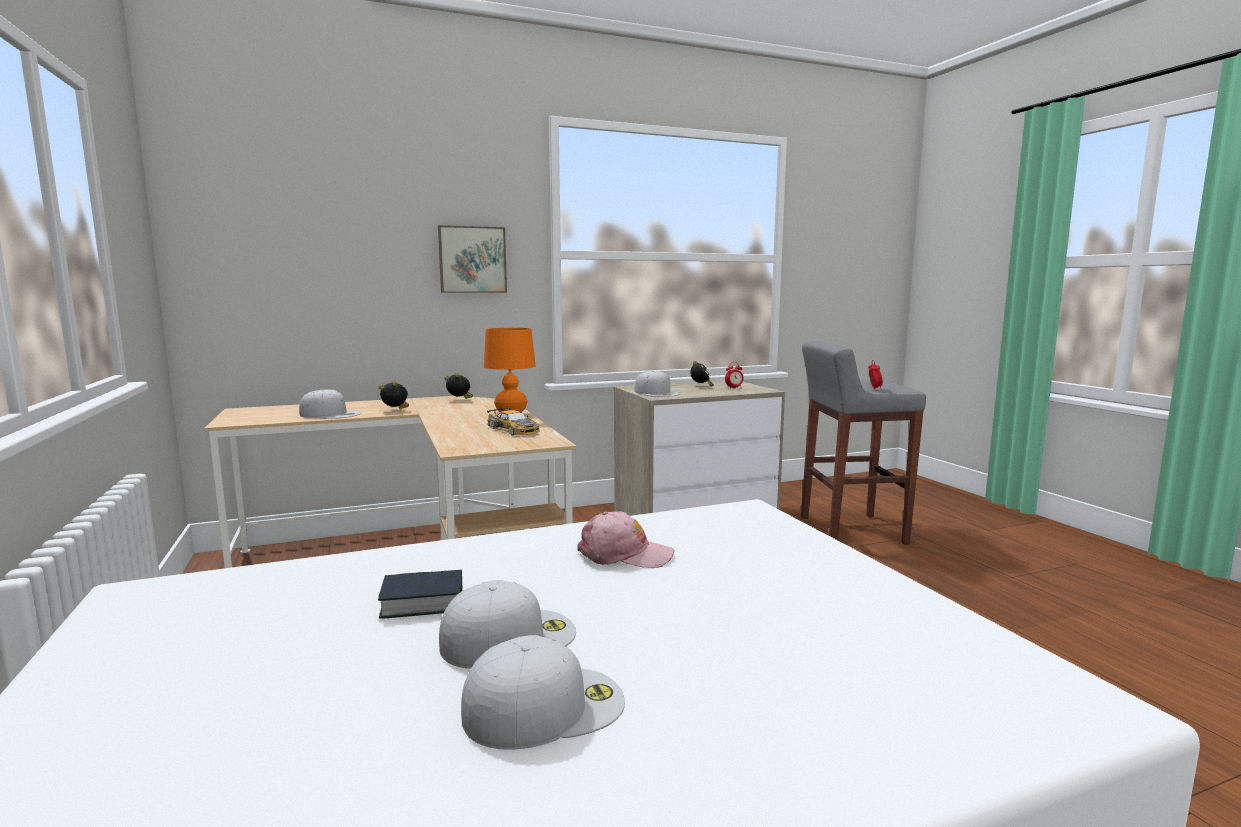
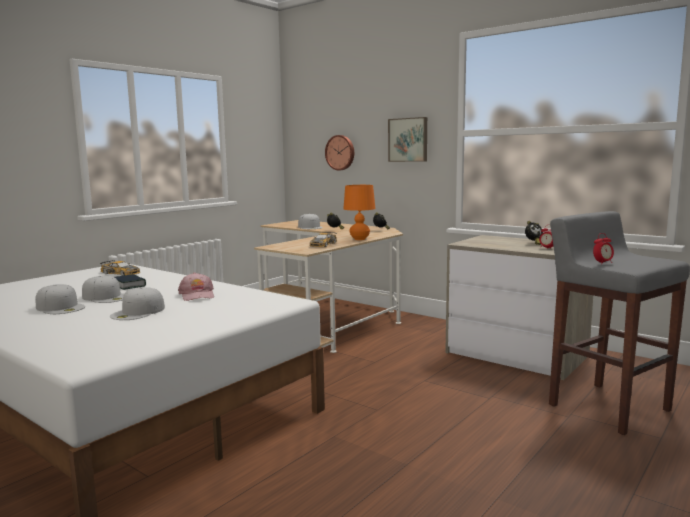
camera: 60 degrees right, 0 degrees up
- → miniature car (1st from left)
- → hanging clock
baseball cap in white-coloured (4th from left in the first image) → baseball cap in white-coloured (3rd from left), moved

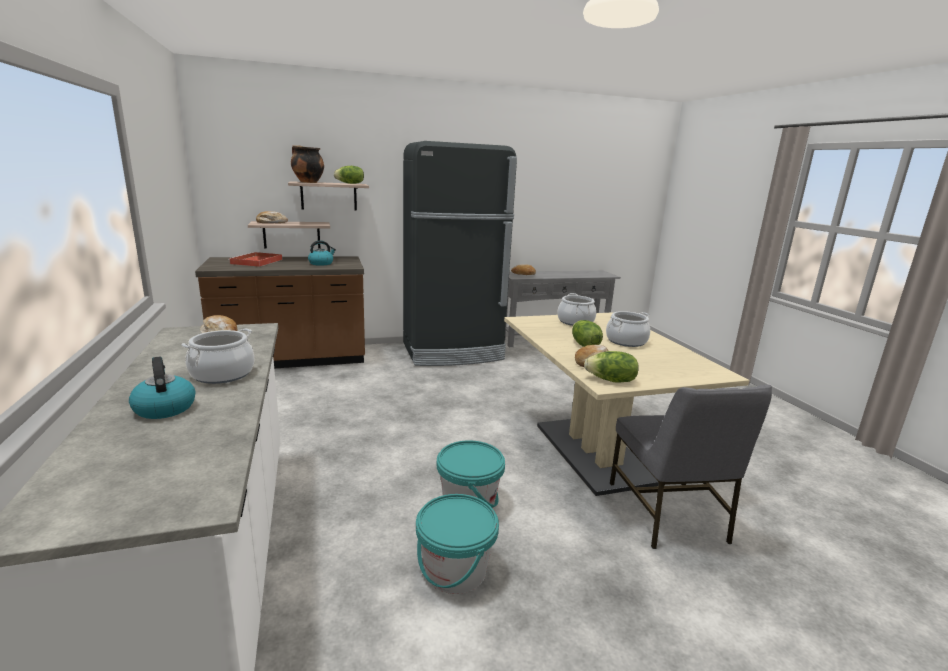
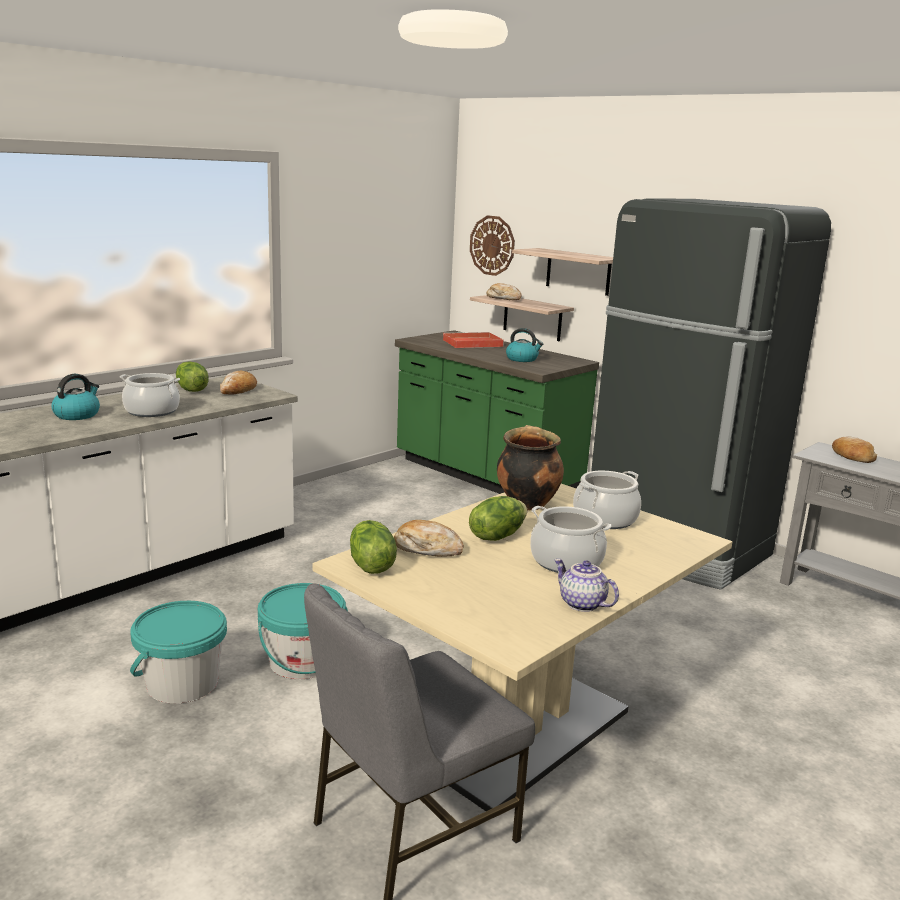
camera: 60 degrees right, 0 degrees up
- → hanging clock
- → tea pot
stockpot (2nd from left), moved
lettuce (1st from left), moved
counter in brownish → counter in green

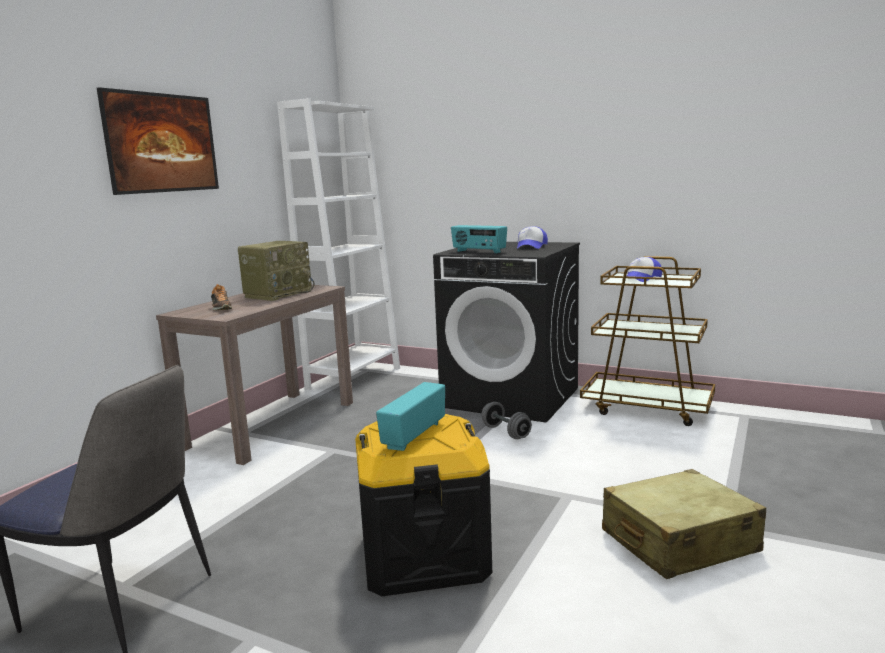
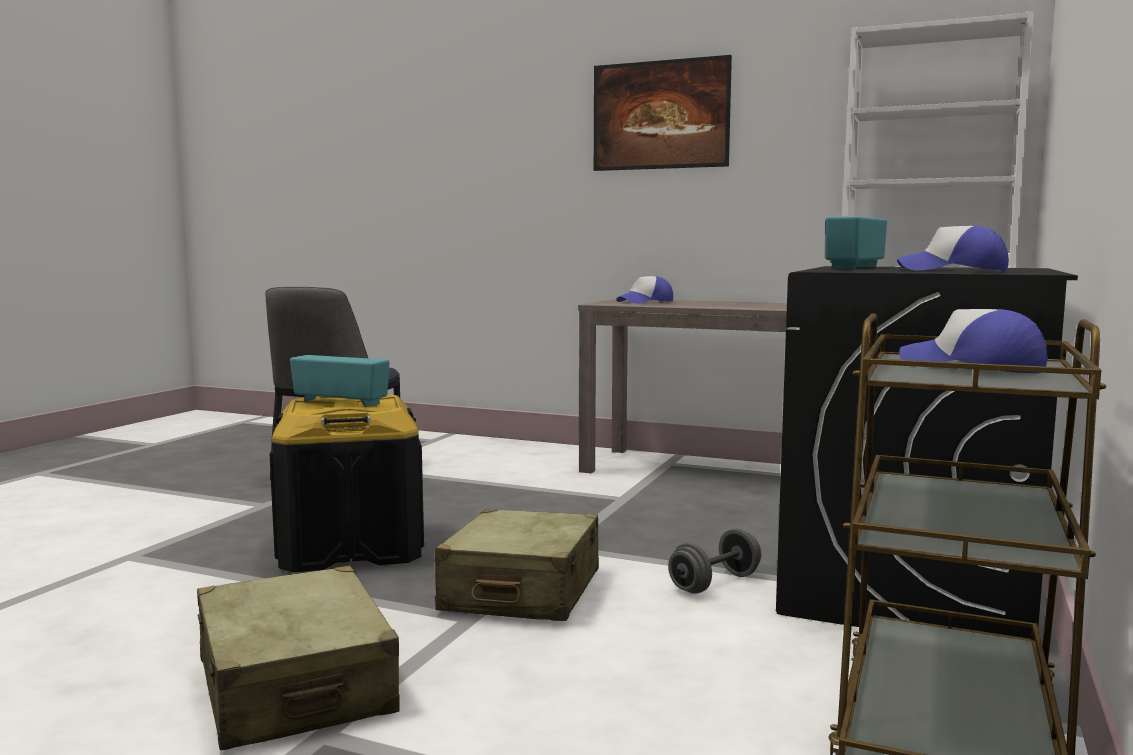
camera: 85 degrees right, 5 degrees down
radio receiver (1st from left) → -
- → piece of luggage in beige-coloured (2nd from left)
low shoe → baseball cap (1st from left)

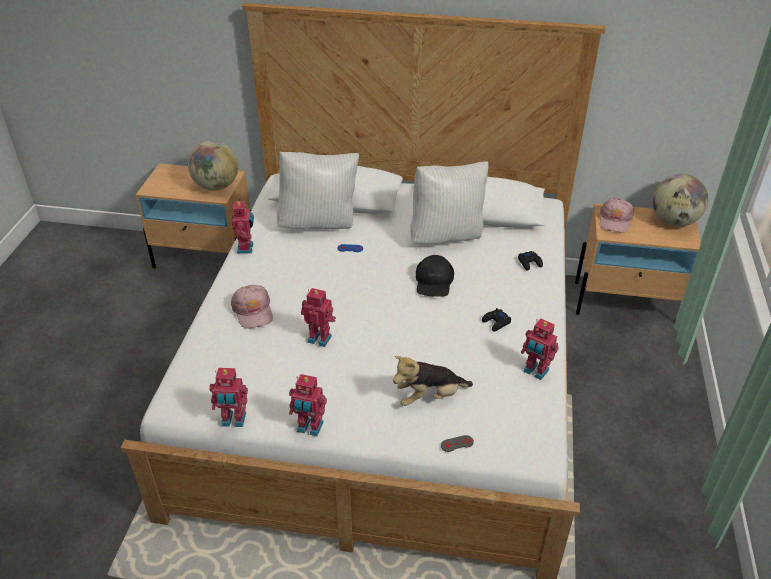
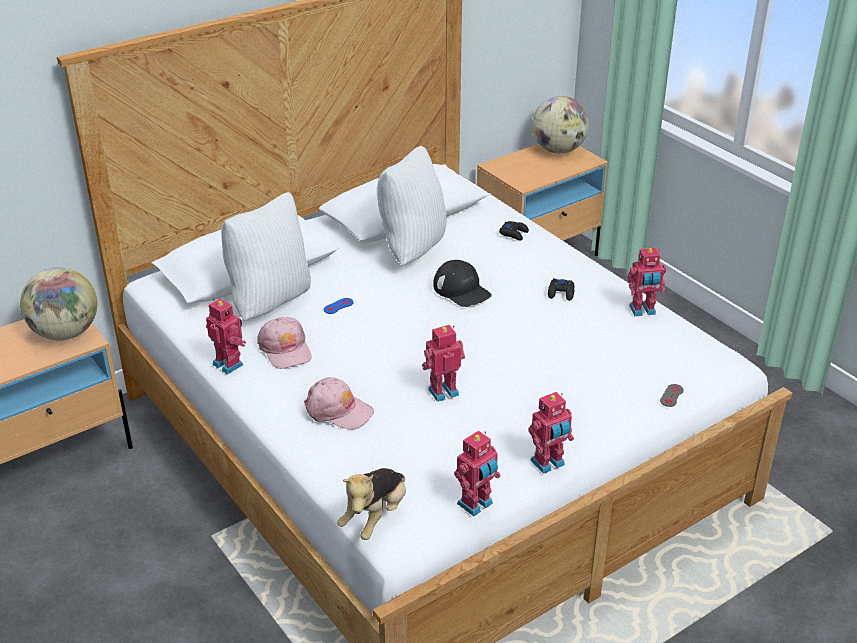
camera: 45 degrees left, 5 degrees down
cuddly toy, moved
baseball cap in pinkish (2nd from left in the first image) → baseball cap in pinkish (1st from left), moved

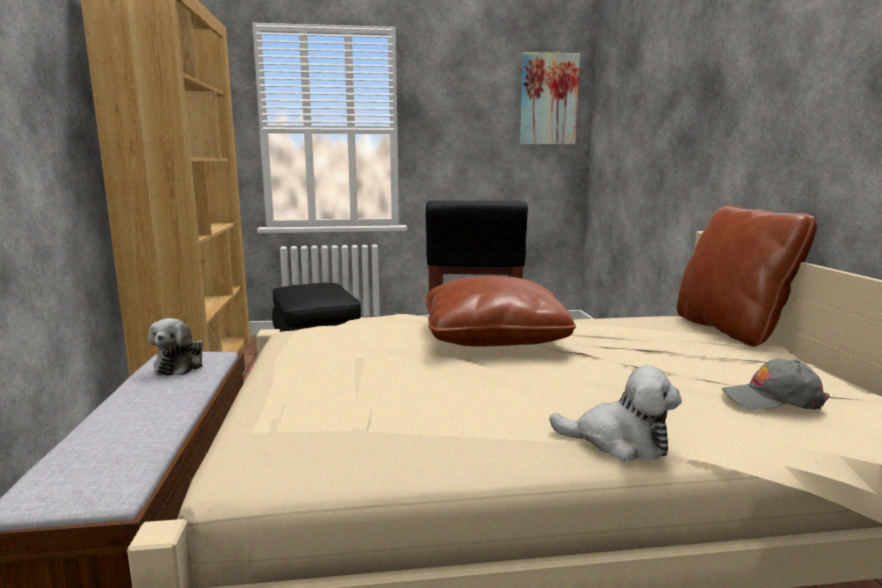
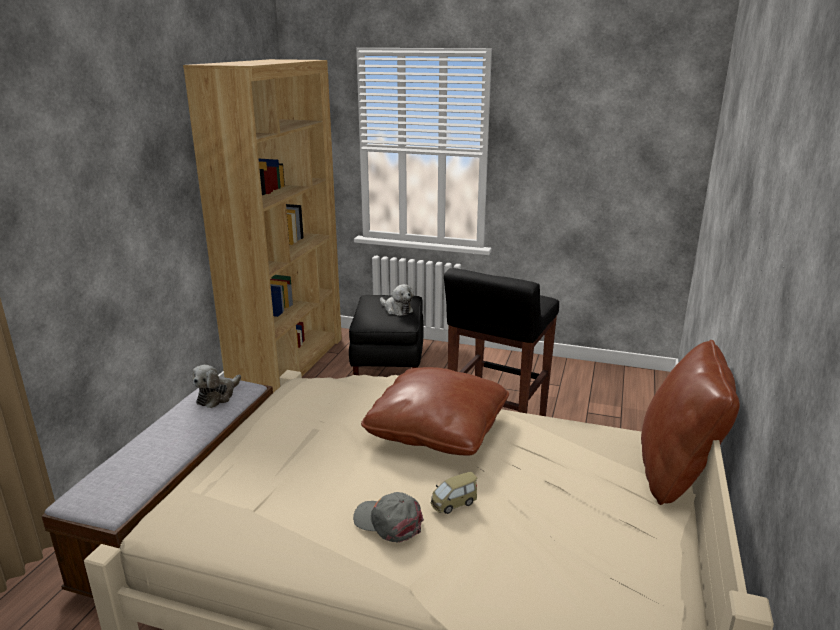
camera: 25 degrees right, 10 degrees up
wall art → -
- → miniature car
cuddly toy (2nd from left), moved
baseball cap in grey, moved

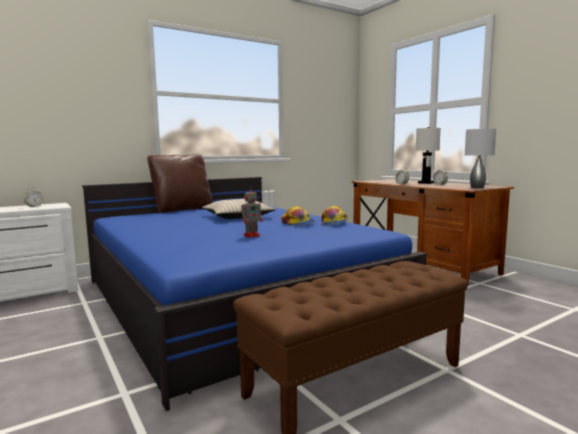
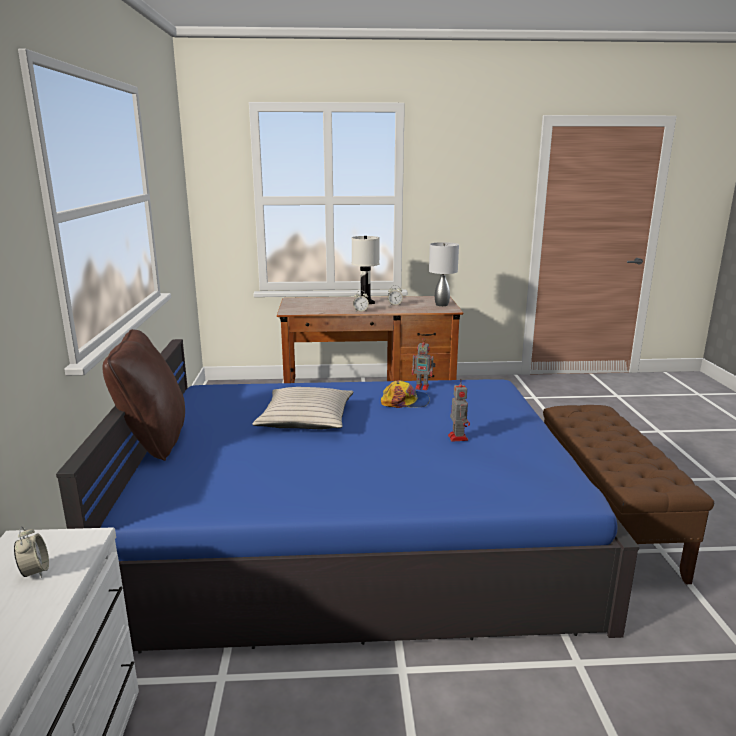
camera: 60 degrees left, 10 degrees up
baseball cap (2nd from left) → toy robot (1st from left)

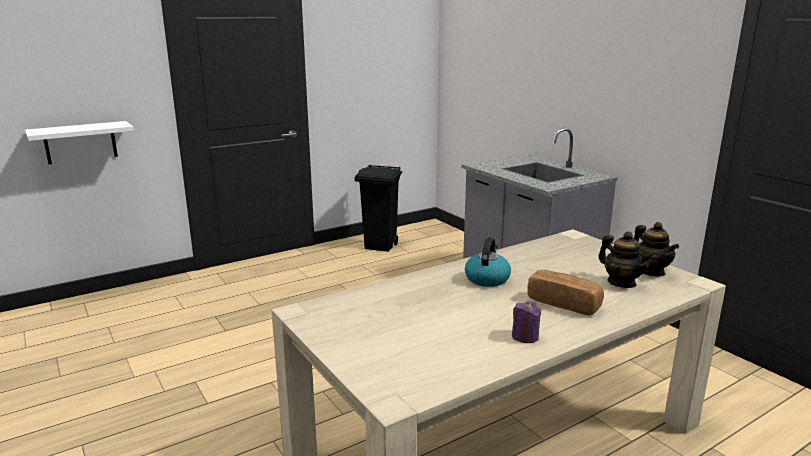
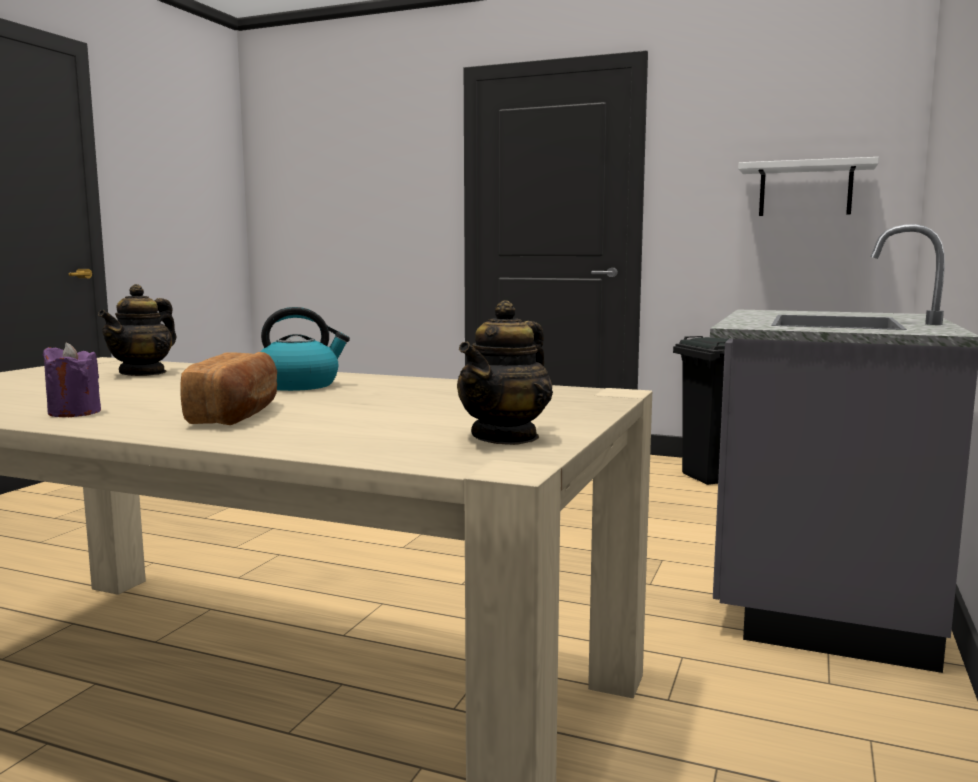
camera: 55 degrees right, 10 degrees down
bracket shelf in white-coloured, moved
tea pot (1st from left), moved

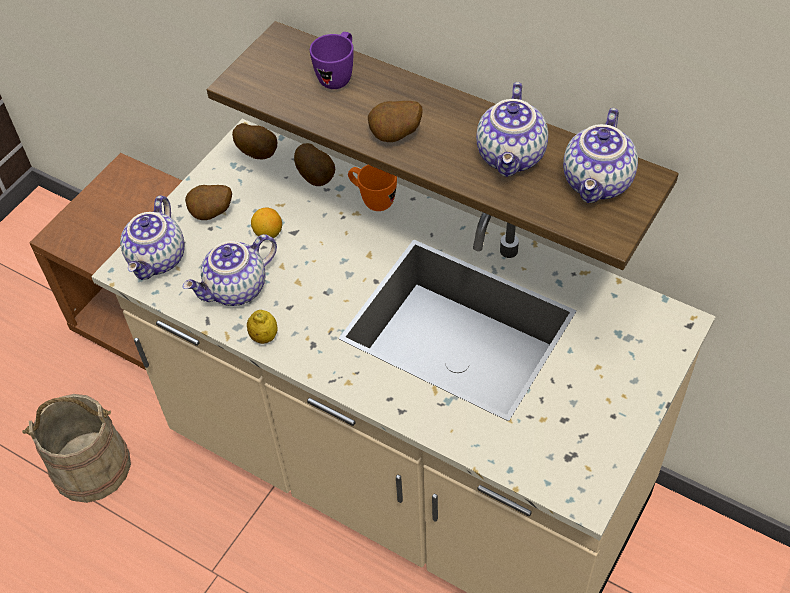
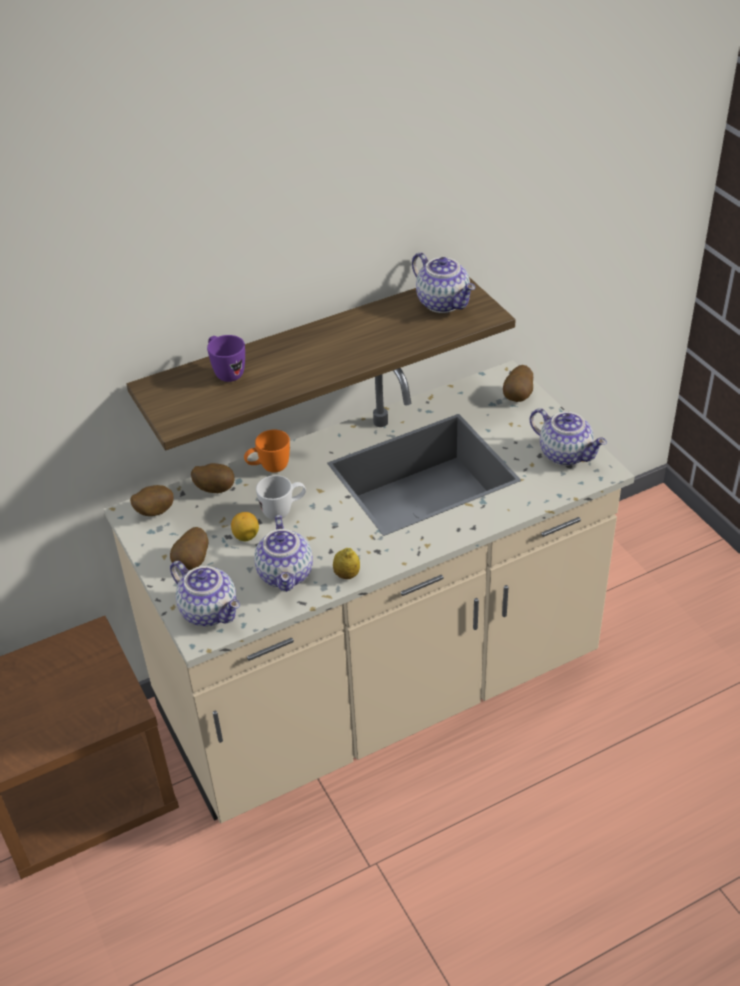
camera: 60 degrees left, 10 degrees down
bucket in beige-coloured → -
- → tea mug in white-coloured
spud (4th from left), moved
tea pot (3rd from left in the first image) → tea pot (4th from left), moved

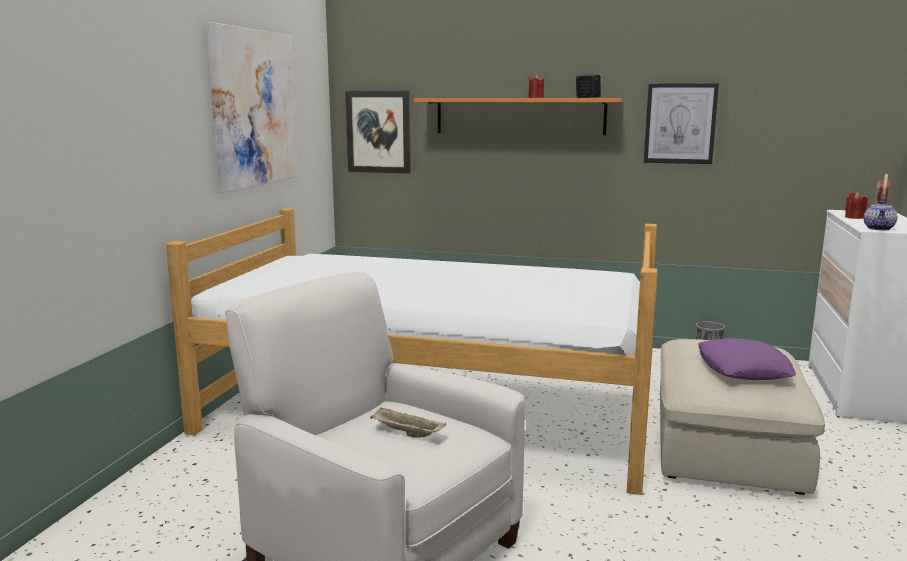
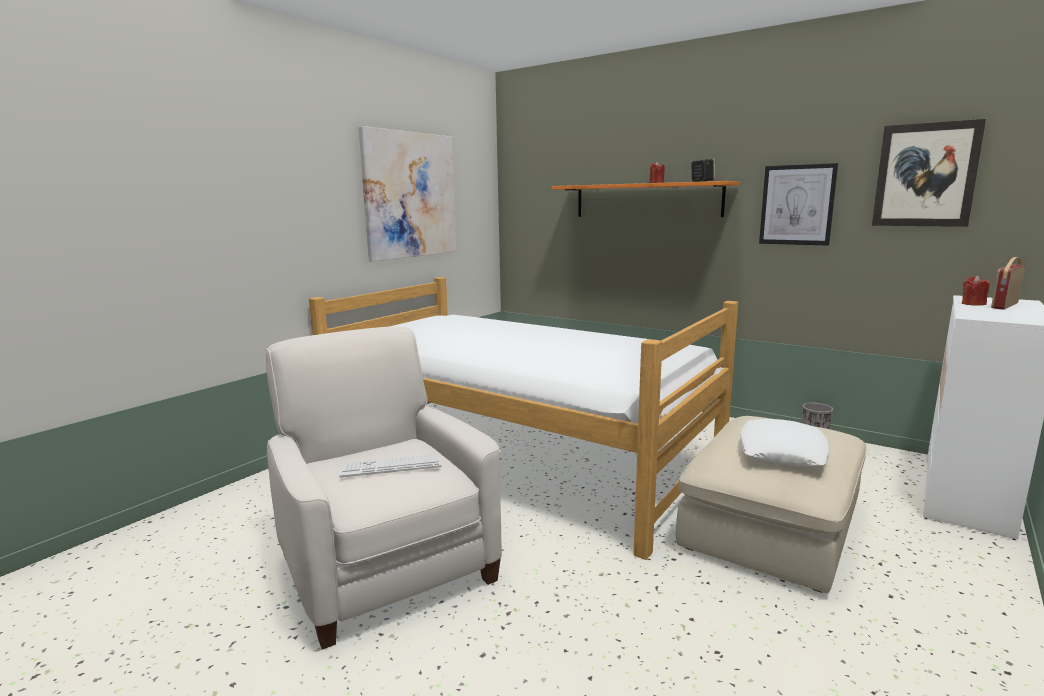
camera: 20 degrees right, 0 degrees up
tea pot → -
wall art (2nd from left in the first image) → wall art (3rd from left), moved
serving tray in beige-coloured → computer keyboard
pillow in purplish → pillow in white-coloured

